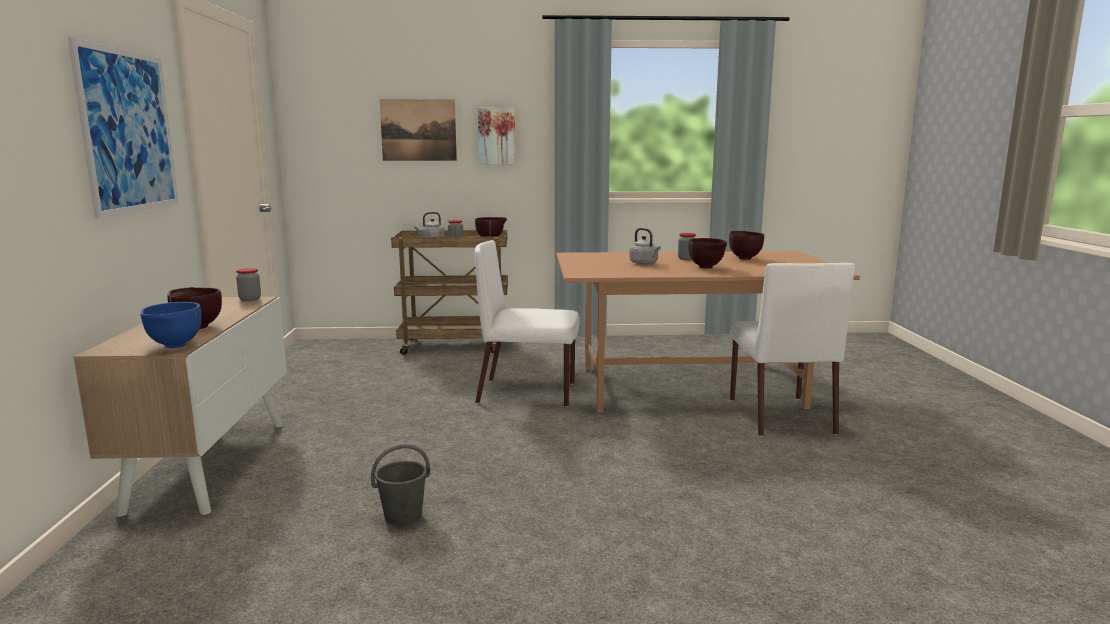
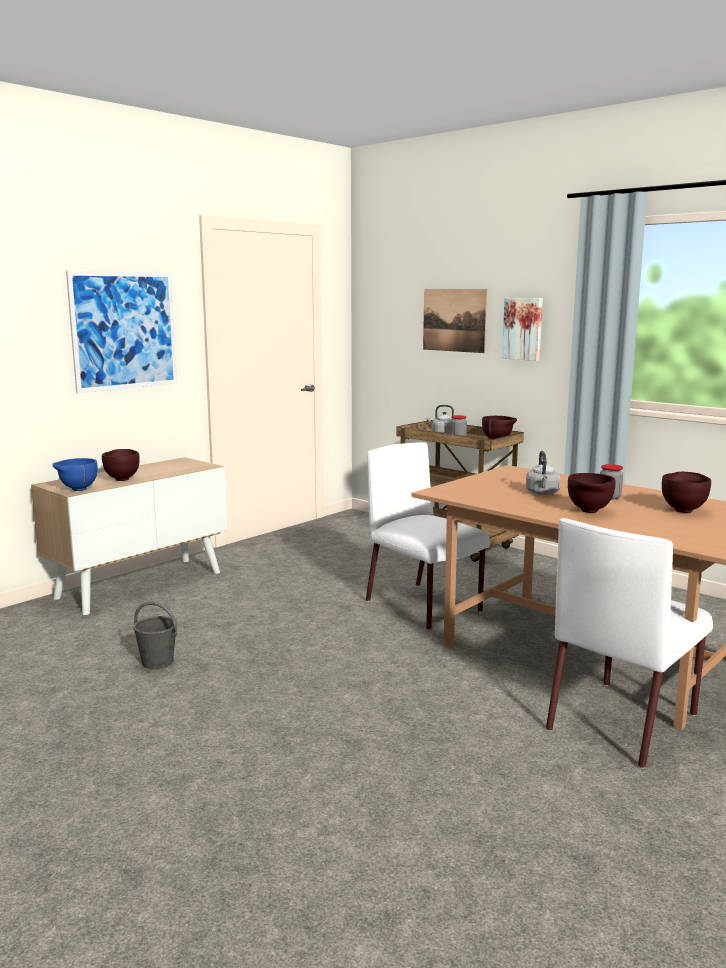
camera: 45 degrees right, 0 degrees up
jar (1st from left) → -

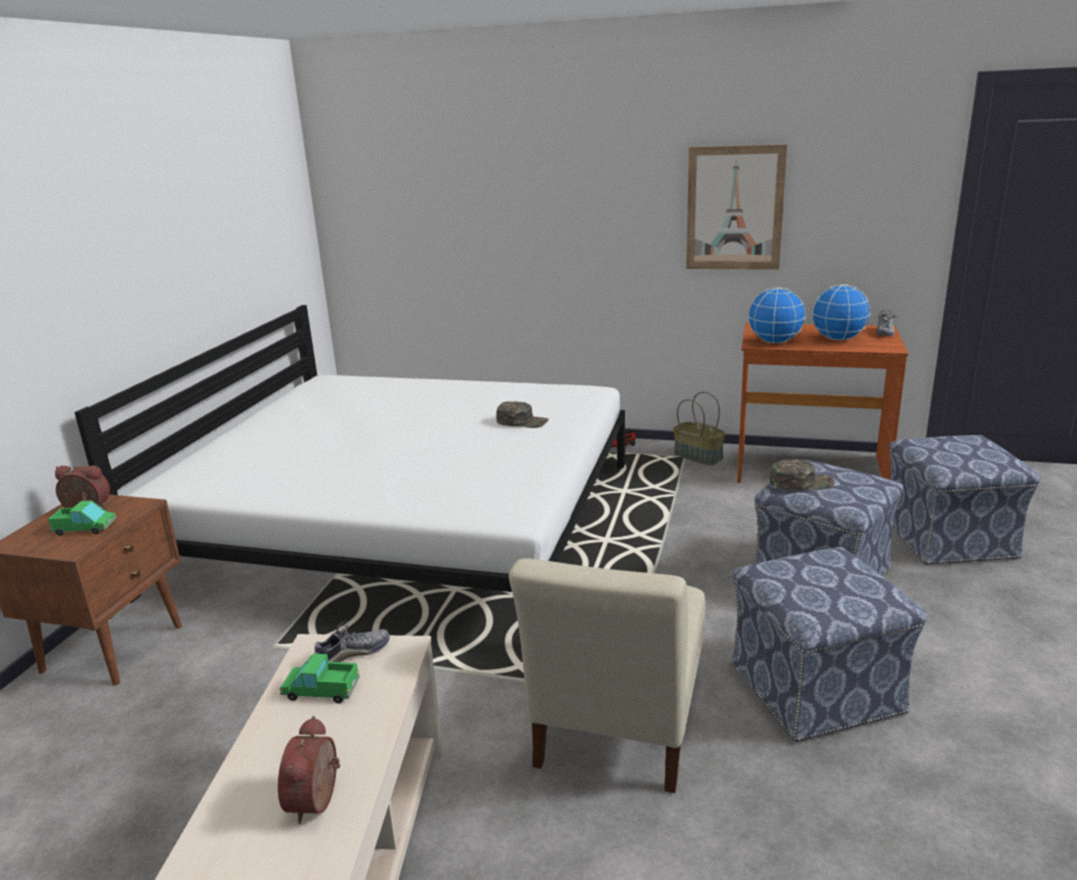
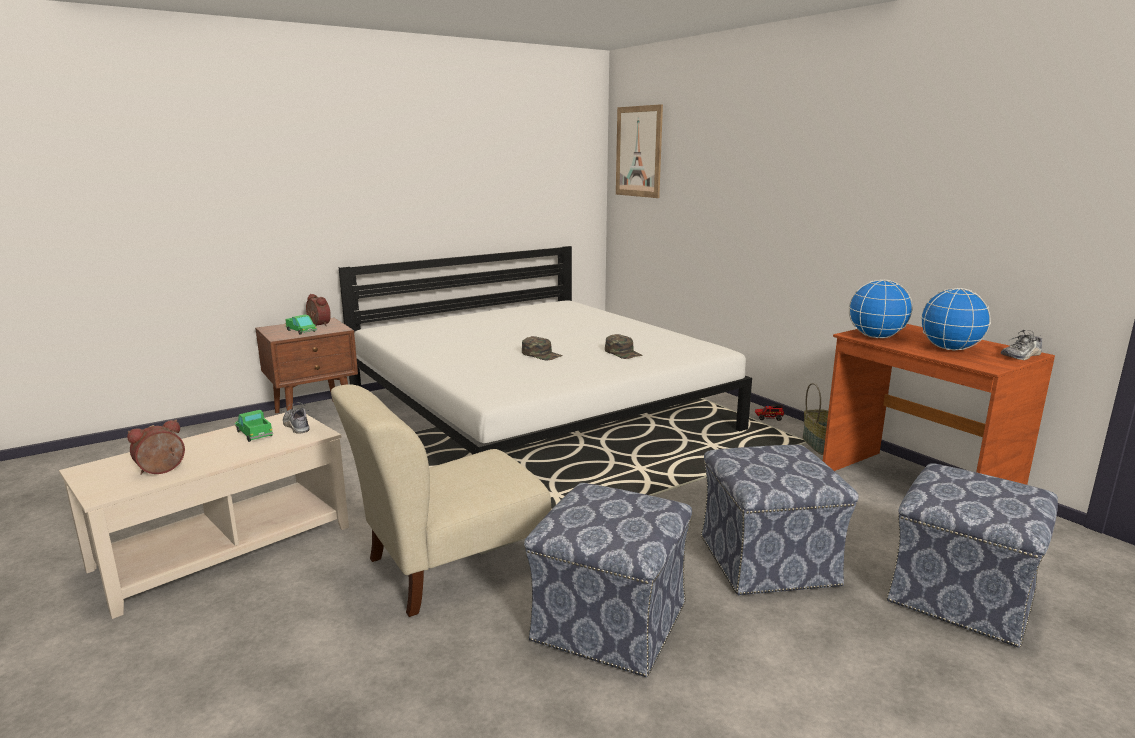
camera: 40 degrees right, 5 degrees down
wall art, moved
baseball cap in green (2nd from left in the first image) → baseball cap in green (1st from left), moved
low shoe (1st from left), 135 degrees counterclockwise

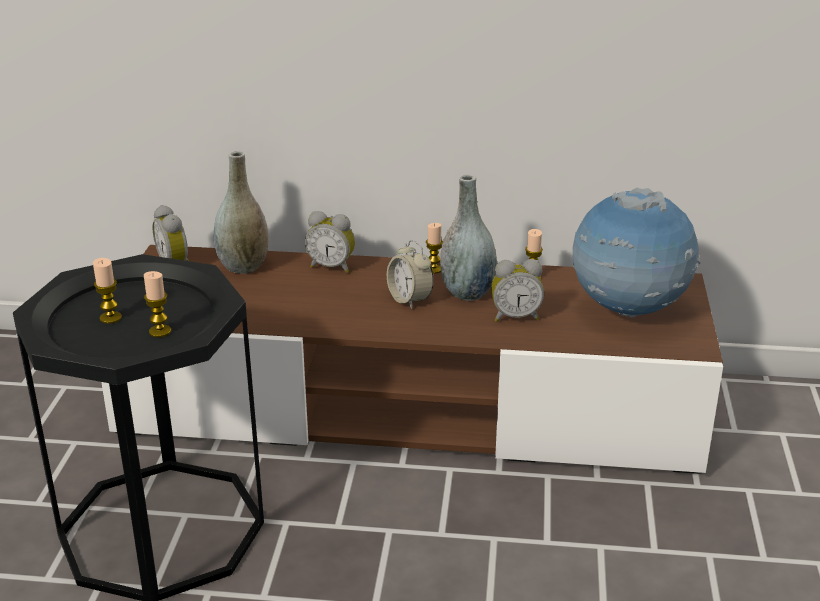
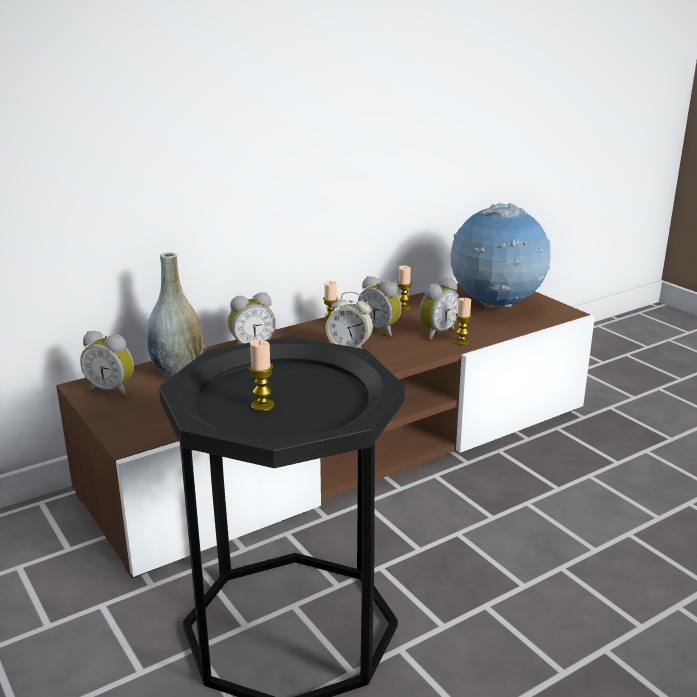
camera: 40 degrees left, 5 degrees down
wax light (2nd from left in the first image) → wax light (4th from left), moved
flower vase in grey (2nd from left) → alarm clock (4th from left)

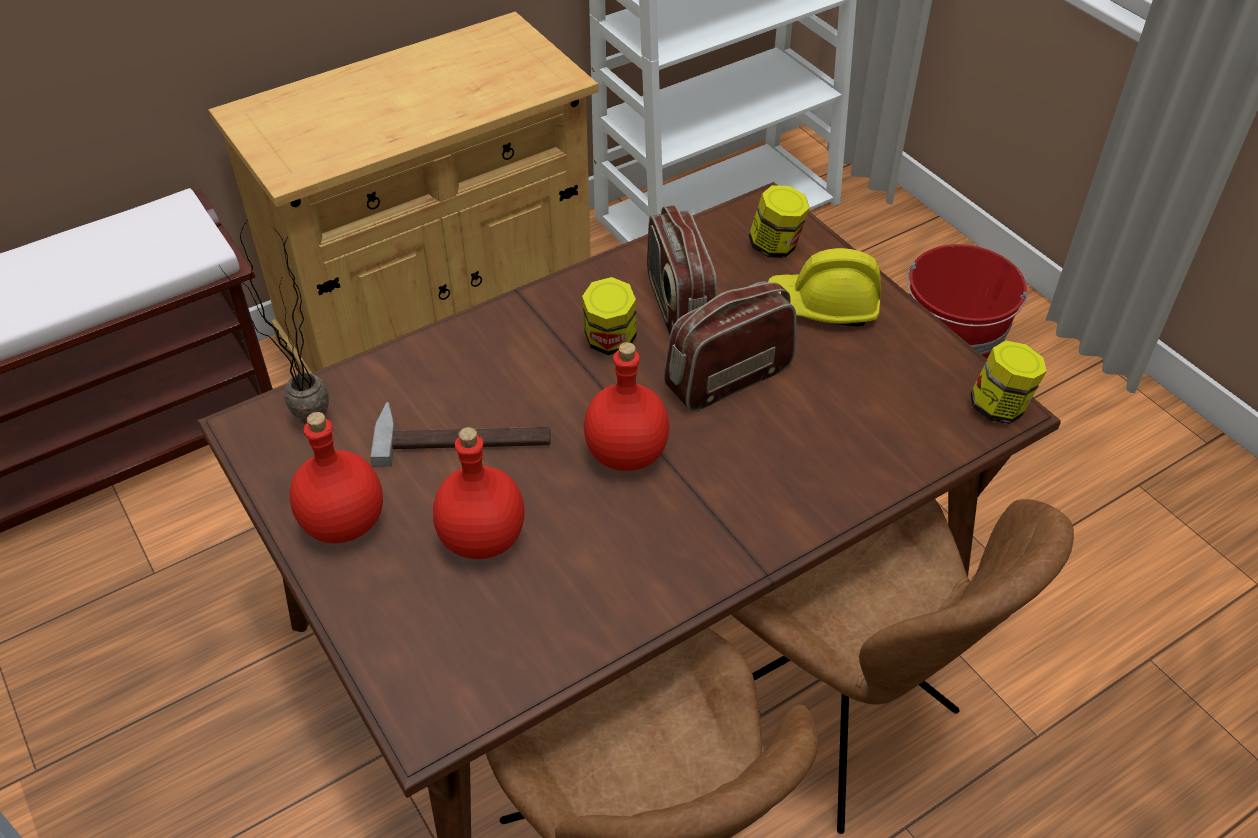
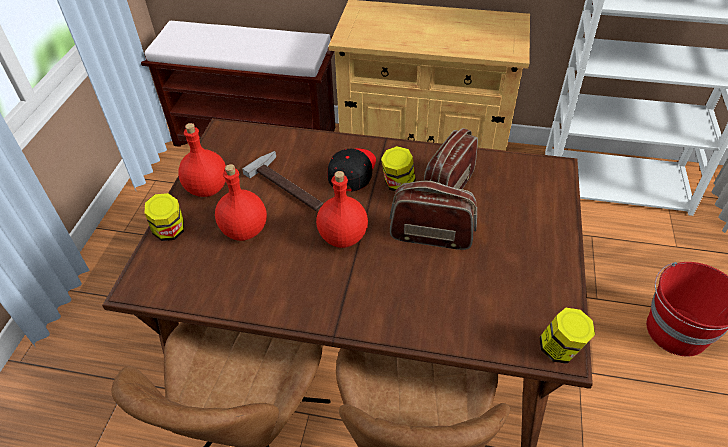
camera: 45 degrees right, 0 degrees up
plant in a pot → -
hard hat in yellowish → -
- → baseball cap in blackish
jar (2nd from left in the first image) → jar (1st from left), moved

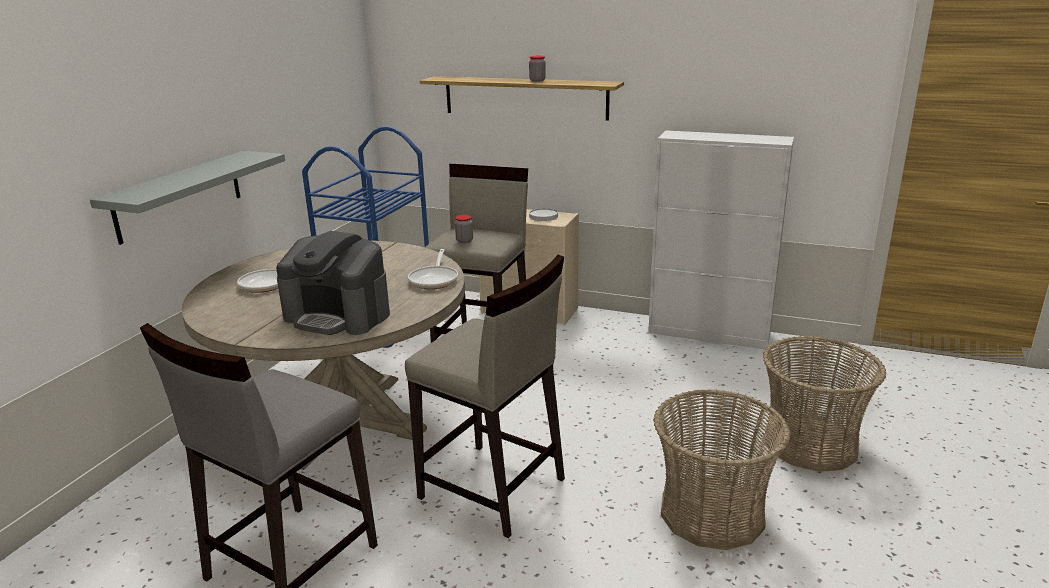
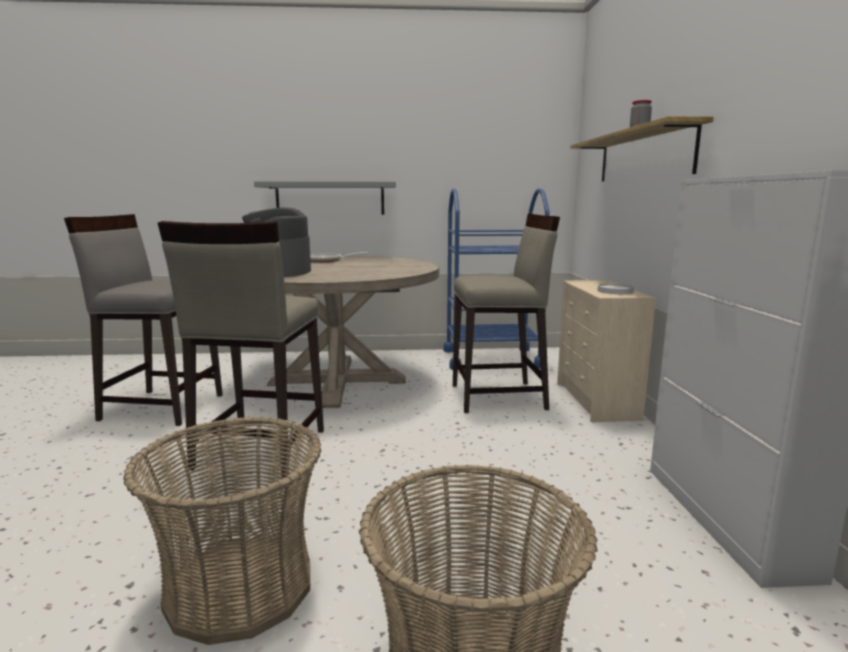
camera: 65 degrees right, 10 degrees down
skillet (2nd from left) → -
jar (1st from left) → -

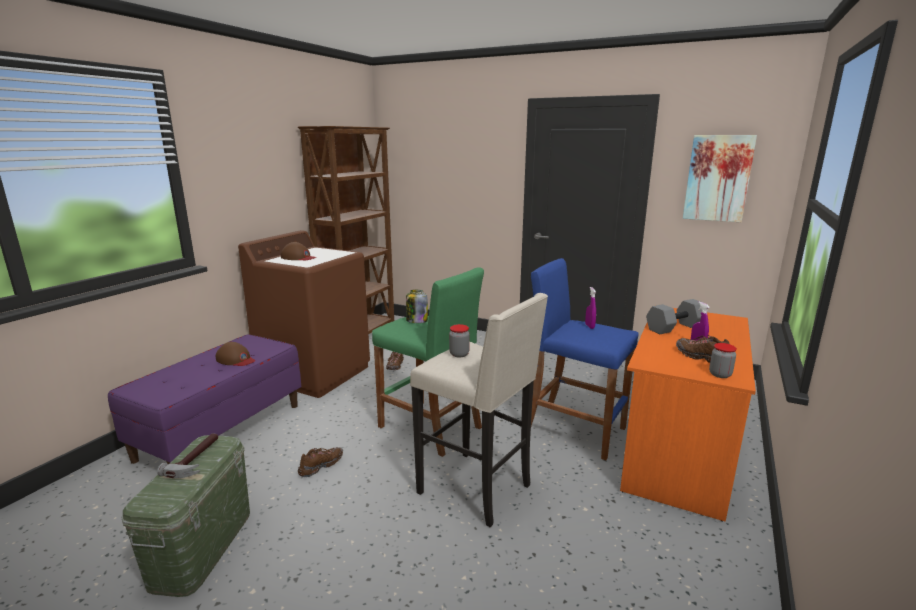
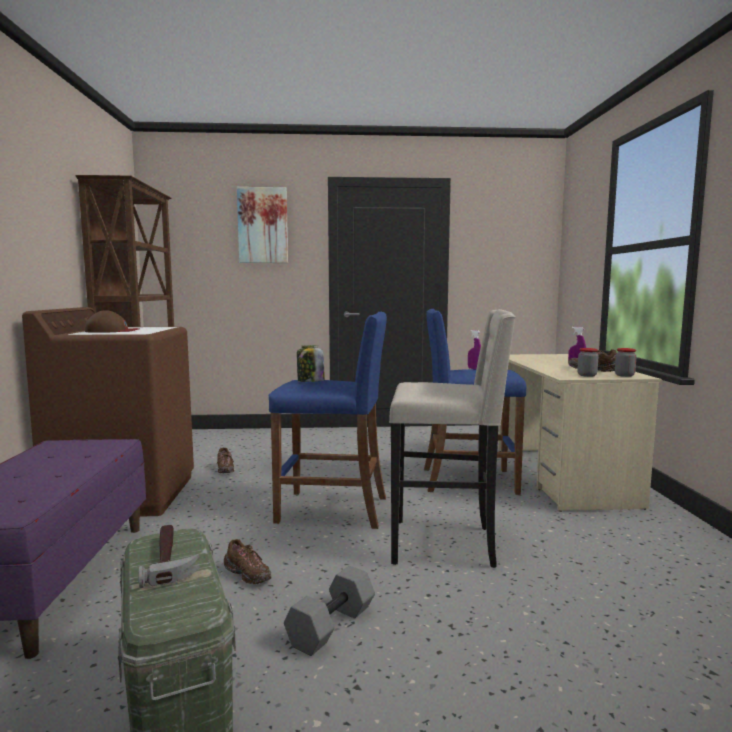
camera: 30 degrees left, 10 degrees down
baseball cap in brownish (1st from left) → -
jar (2nd from left), moved
dumbbell in grey, moved
wall art, moved
stool seat in green → stool seat in blue (1st from left)
desk table in orange-coloured → desk table in beige-coloured
low shoe in brownish (1st from left in the first image) → low shoe in brownish (2nd from left), 120 degrees clockwise

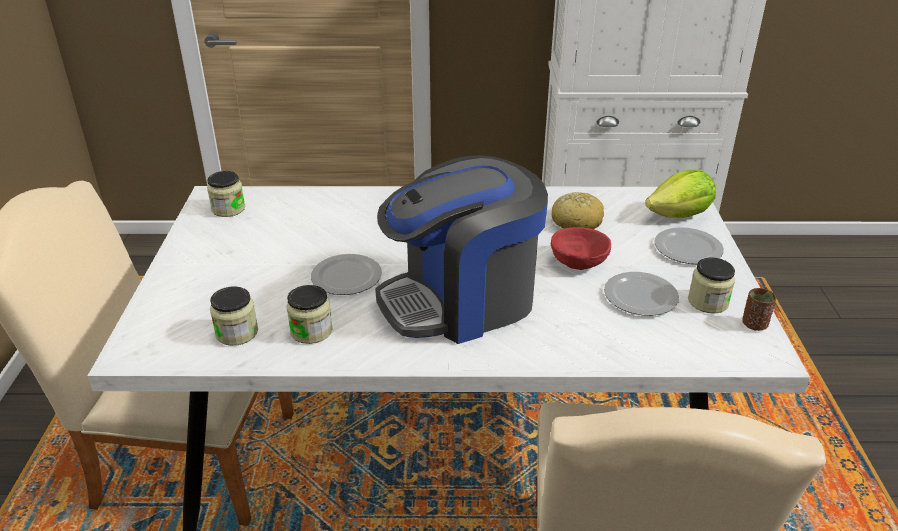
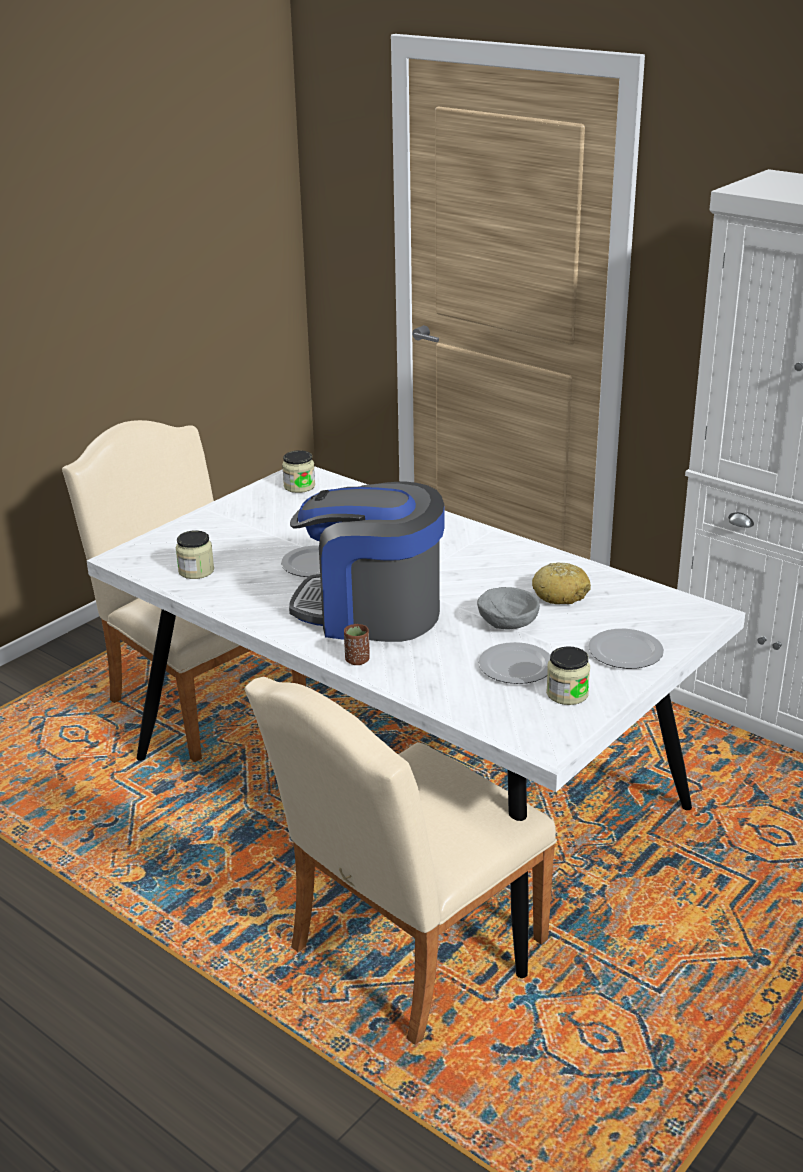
camera: 40 degrees right, 5 degrees down
jar (3rd from left) → -
lettuce → -
cup in brownish, moved
bowl in reddish → bowl in grey

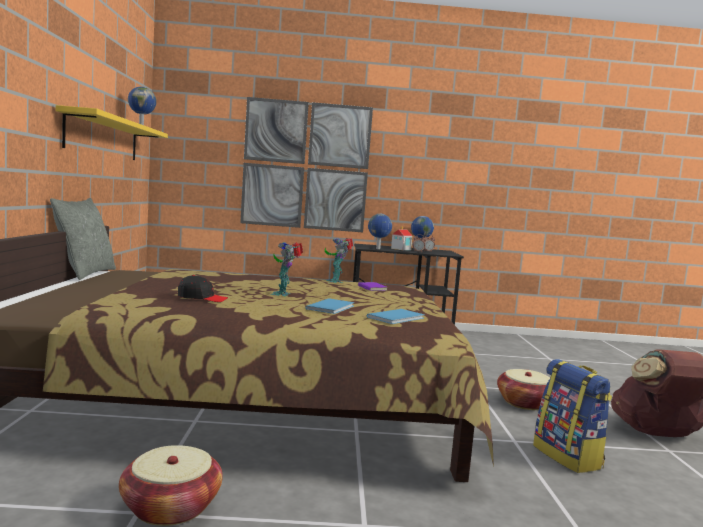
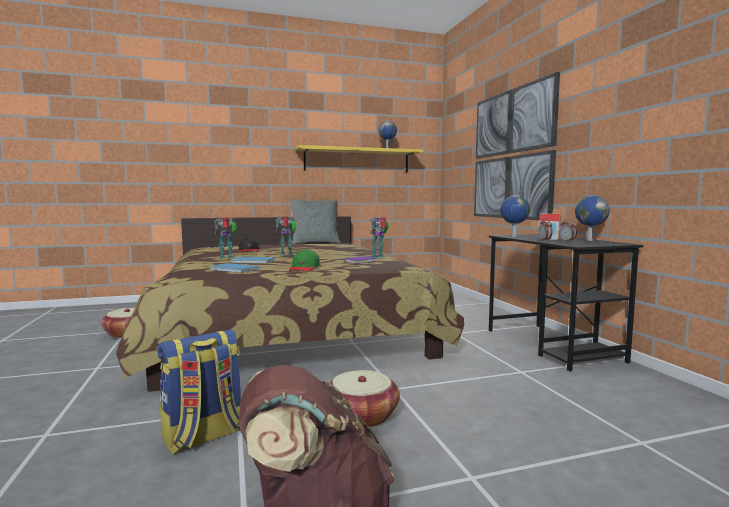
camera: 75 degrees right, 0 degrees up
- → toy robot (1st from left)
- → baseball cap in green

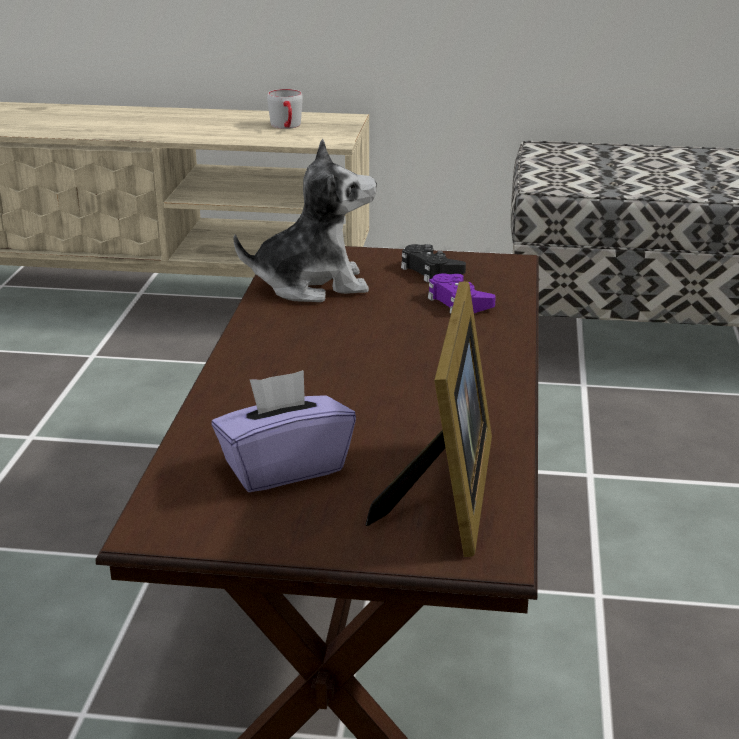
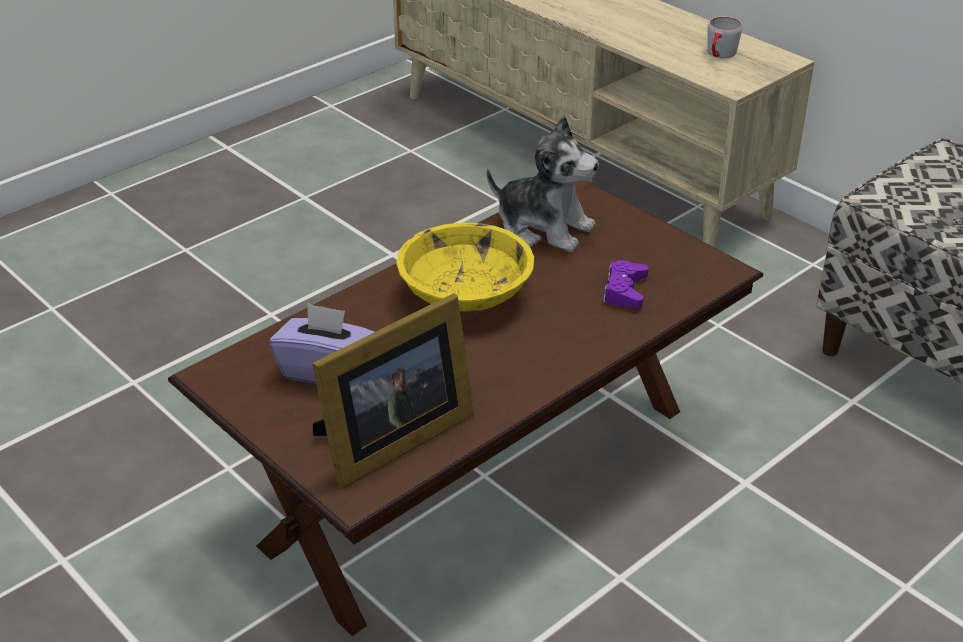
camera: 40 degrees right, 10 degrees up
game controller in blackish → -
- → bowl in yellowish

